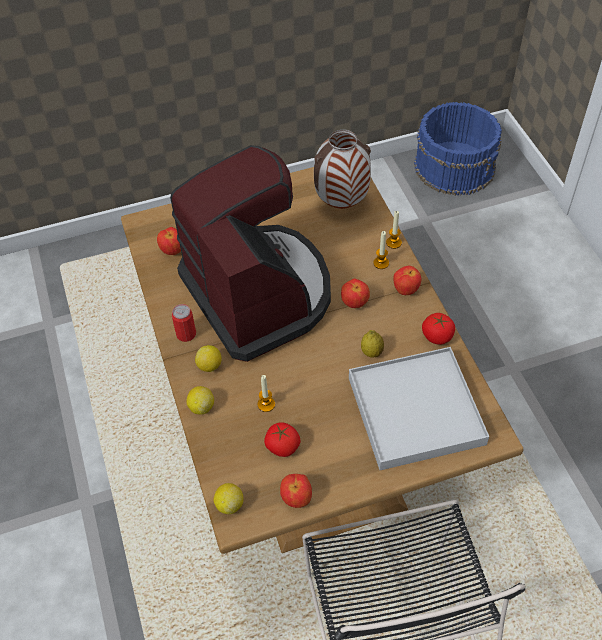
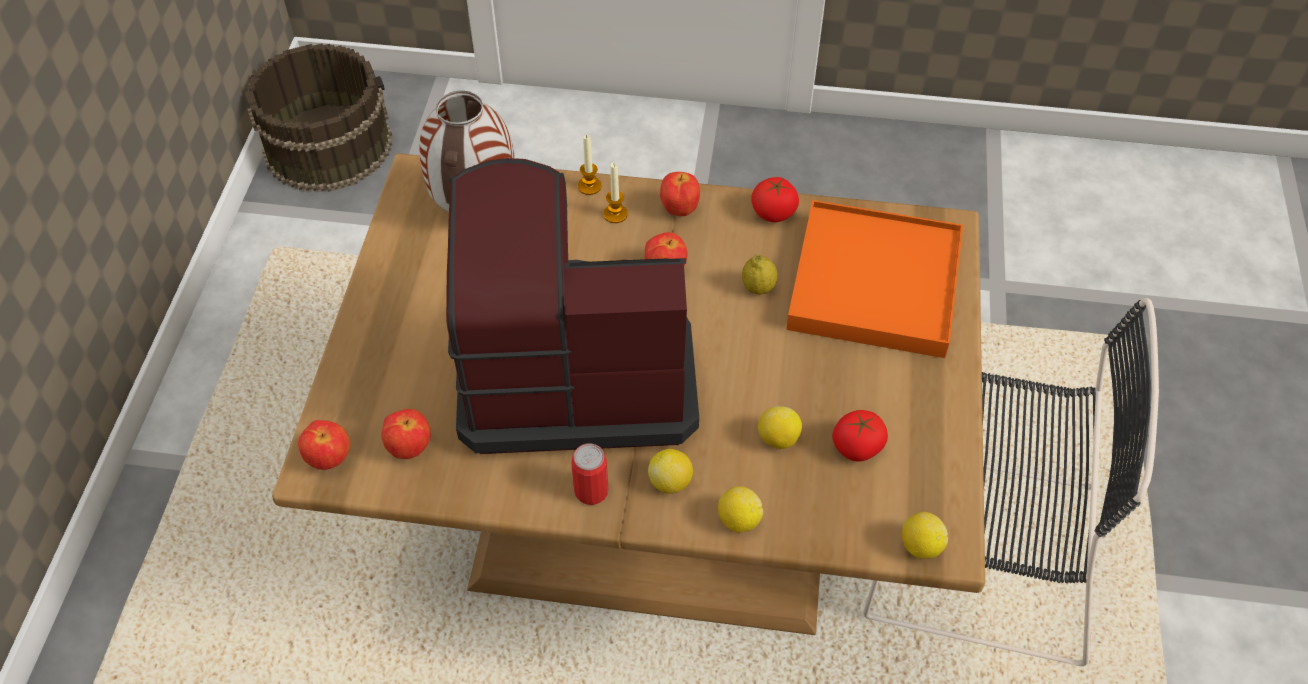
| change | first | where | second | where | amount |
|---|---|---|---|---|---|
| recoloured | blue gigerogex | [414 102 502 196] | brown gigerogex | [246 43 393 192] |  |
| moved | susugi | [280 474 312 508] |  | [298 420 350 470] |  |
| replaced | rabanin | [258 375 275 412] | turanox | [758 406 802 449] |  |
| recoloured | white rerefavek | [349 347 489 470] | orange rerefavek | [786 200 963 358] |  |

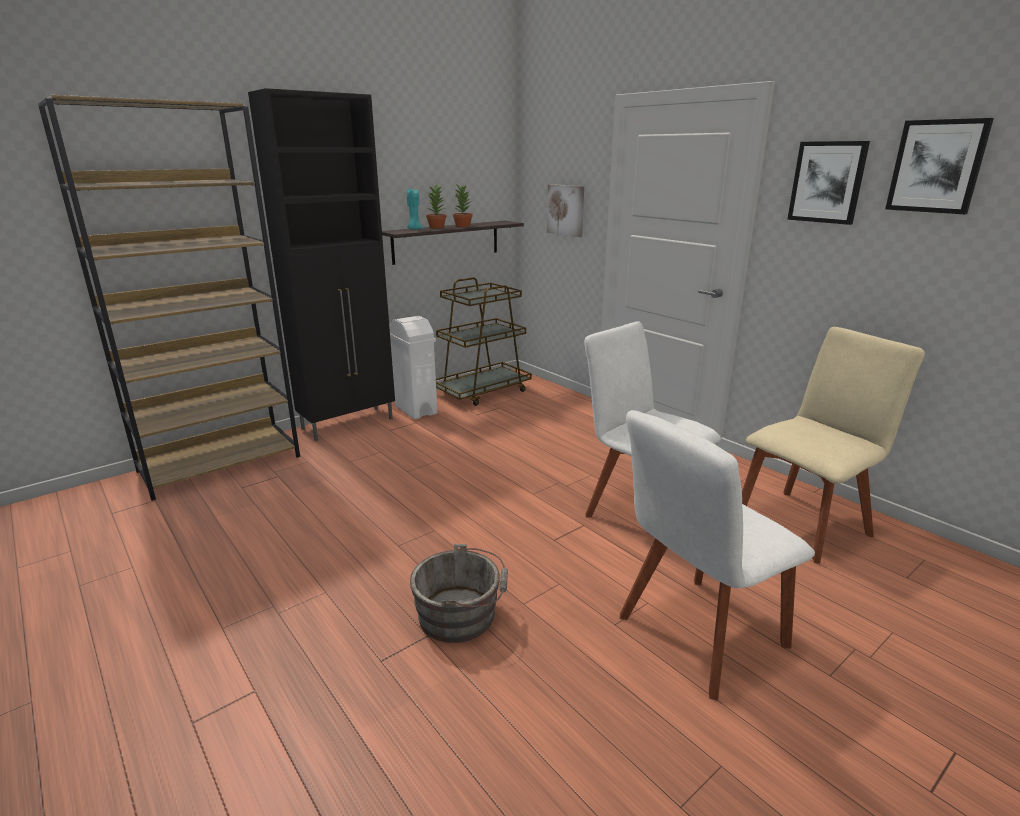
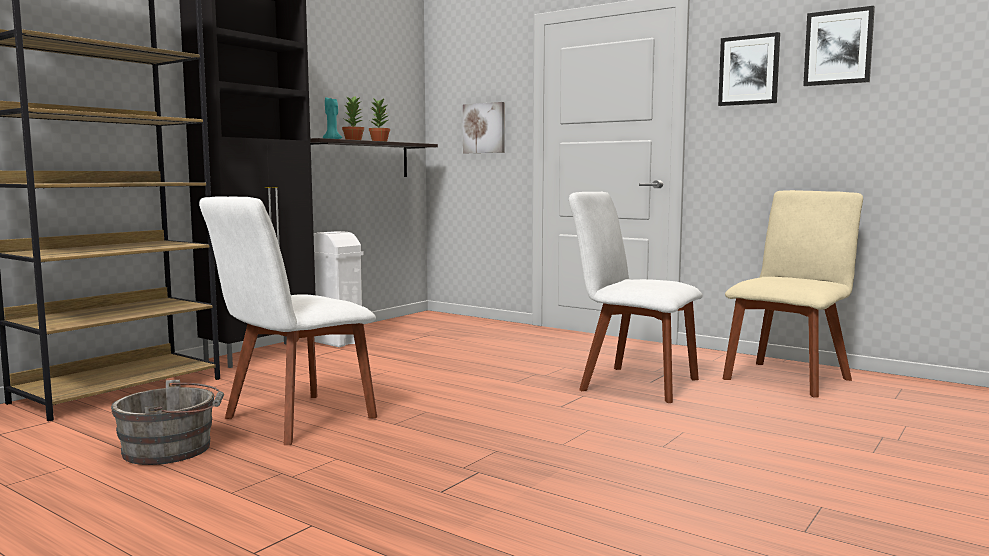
| change | first | where | second | where | amount |
|---|---|---|---|---|---|
| moved | grey gigerogex | [410 544 508 643] |  | [111 380 224 465] |  |
| moved | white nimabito | [620 410 815 701] |  | [199 196 377 445] |  |
| removed | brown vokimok | [436 277 532 406] |  |  |  |

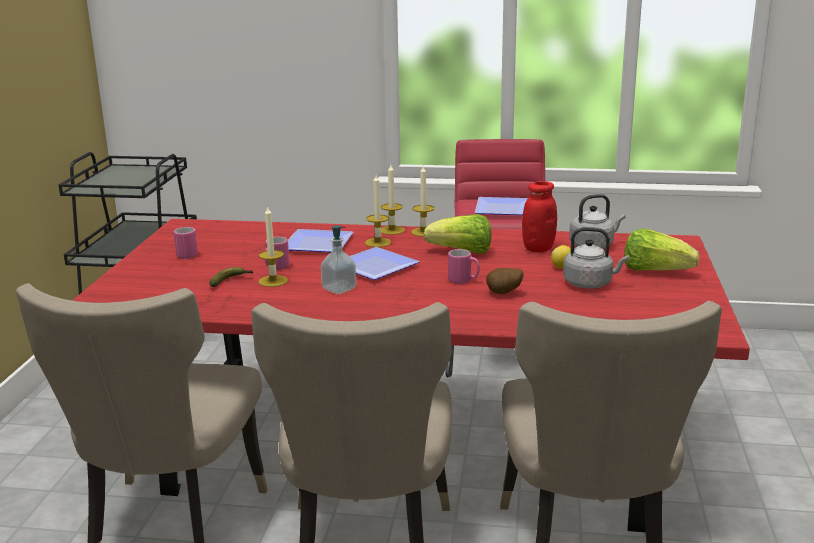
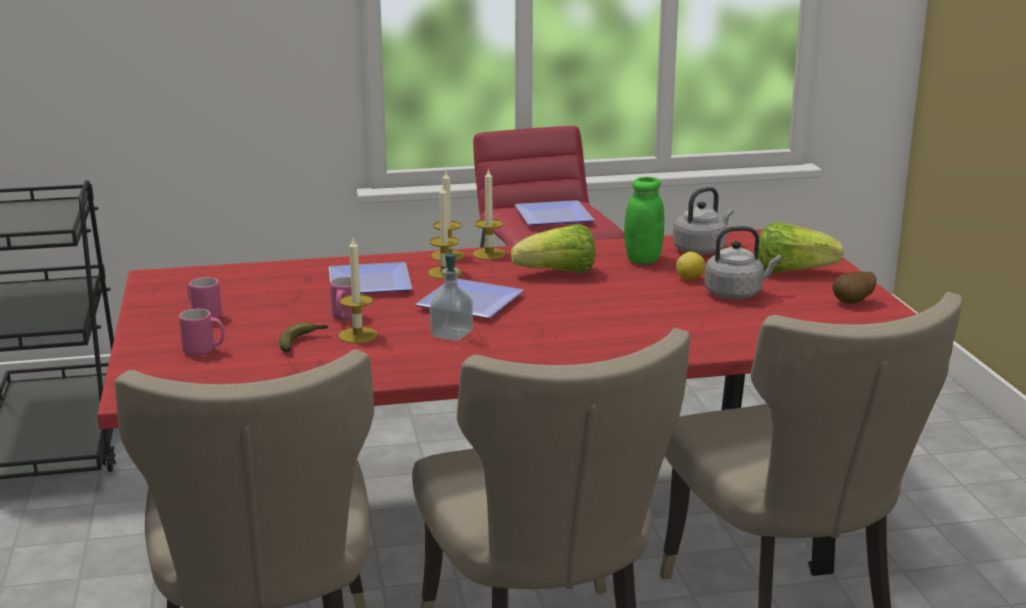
| change | first | where | second | where | amount |
|---|---|---|---|---|---|
| moved | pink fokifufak | [448 249 480 284] |  | [179 309 225 356] |  |
| recoloured | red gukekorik | [522 181 557 252] | green gukekorik | [624 177 664 264] |  |
| moved | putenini | [486 268 524 294] |  | [833 272 876 304] |  |

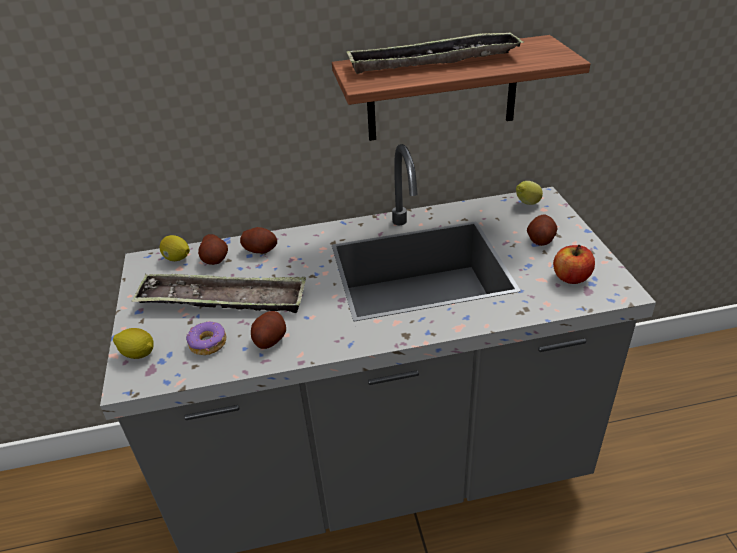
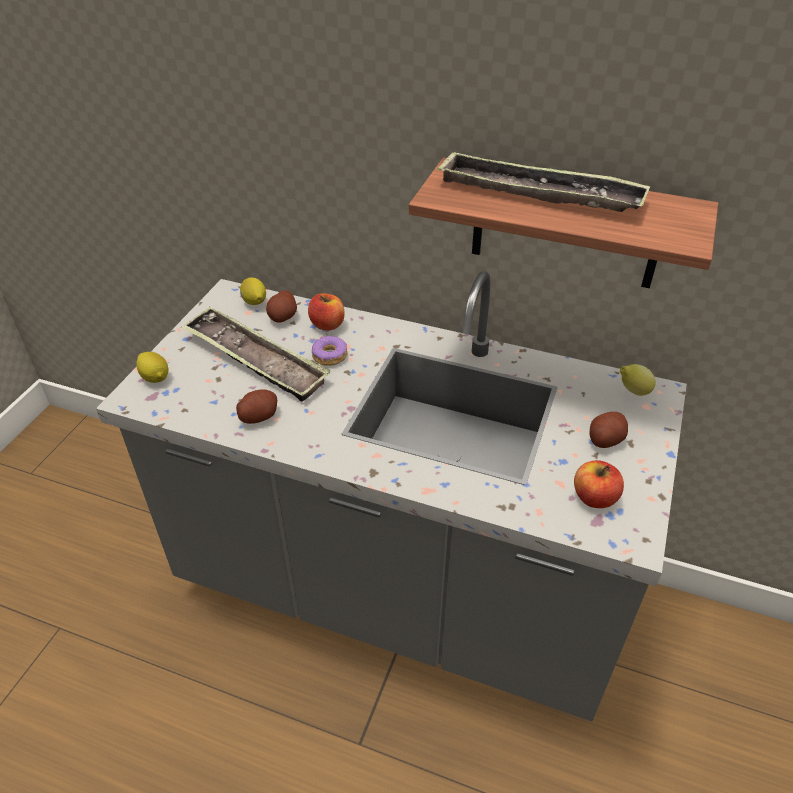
| change | first | where | second | where | amount |
|---|---|---|---|---|---|
| replaced | putenini | [240 227 277 253] | susugi | [308 293 345 331] |  |
| moved | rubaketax | [186 322 226 355] |  | [312 336 347 366] |  |

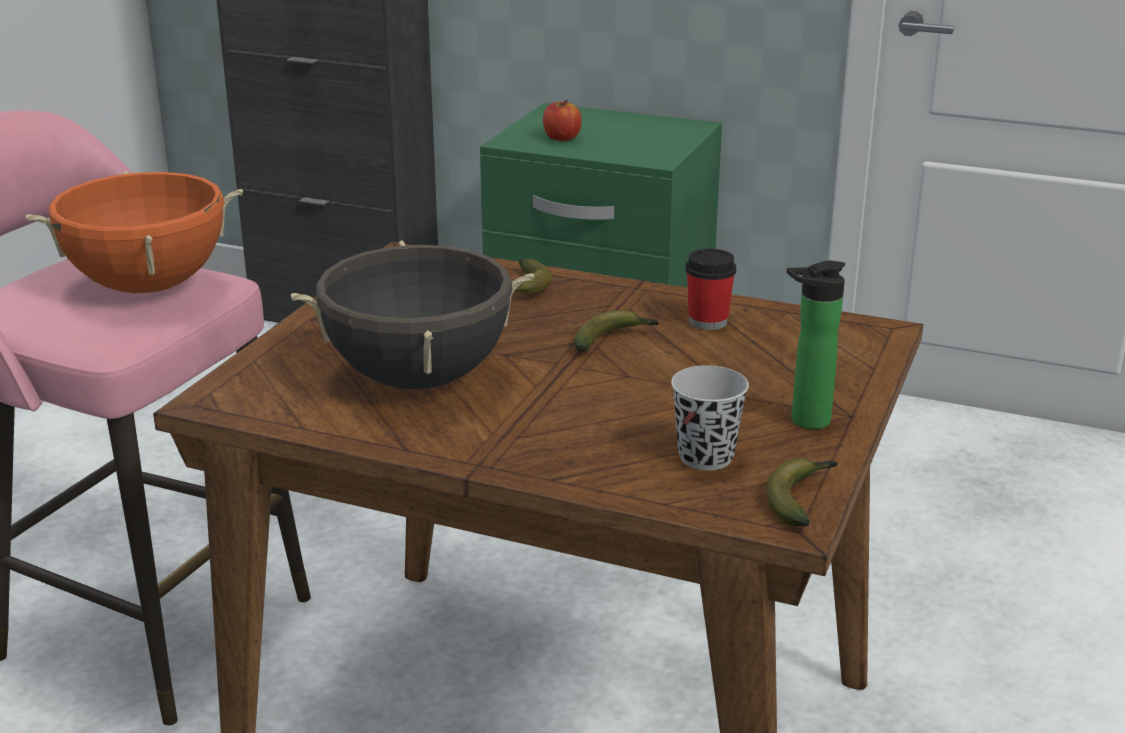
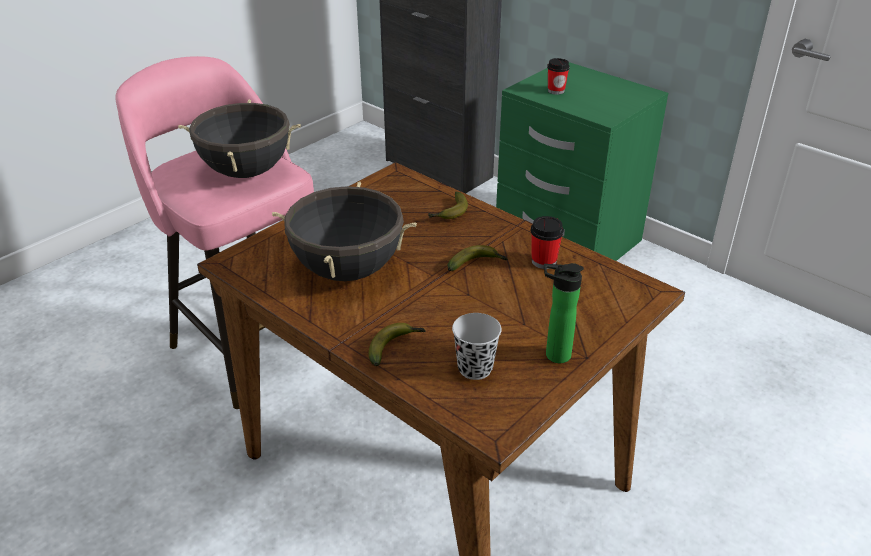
| change | first | where | second | where | amount |
|---|---|---|---|---|---|
| recoloured | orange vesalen | [26 170 243 293] | black vesalen | [178 99 301 178] |  |
| moved | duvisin | [766 458 838 526] |  | [369 323 426 366] |  |
| replaced | susugi | [543 100 582 141] | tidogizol | [547 58 570 95] |  |

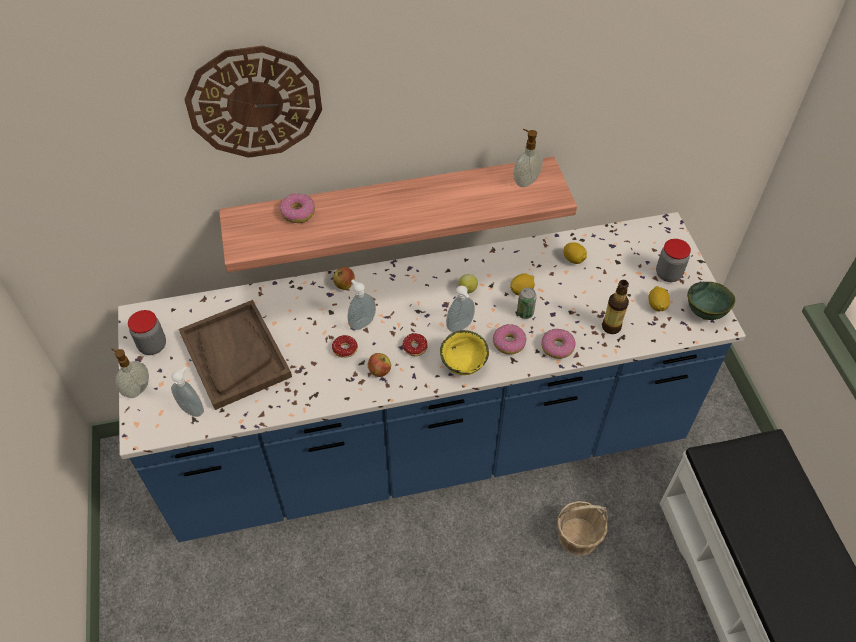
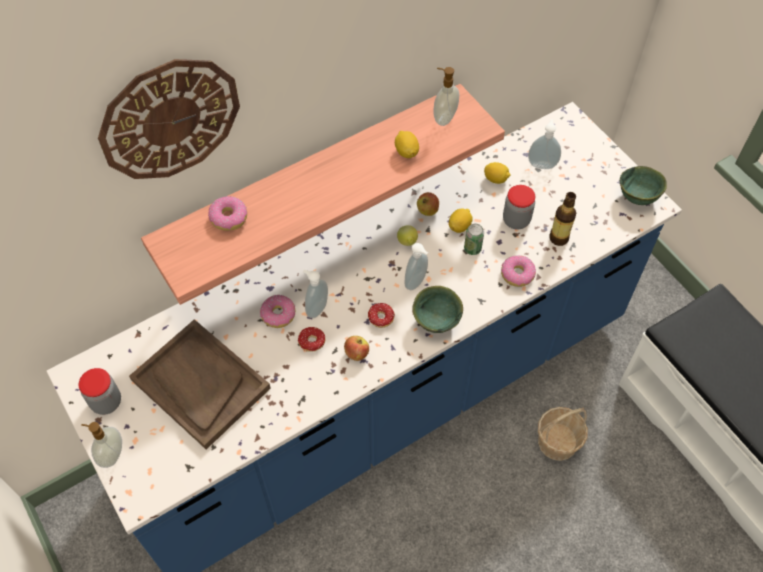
| change | first | where | second | where | amount |
|---|---|---|---|---|---|
| moved | rubaketax | [493 324 527 355] |  | [260 295 295 328] |  |
| moved | turanox | [648 286 670 312] |  | [395 131 419 158] |  |
| recoloured | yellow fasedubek | [440 330 489 375] | green fasedubek | [412 286 463 333] |  |
| moved | susugi | [333 267 355 290] |  | [417 192 439 216] |  |
| moved | gukekorik | [656 239 691 282] |  | [503 185 536 229] |  |
| moved | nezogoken | [171 366 204 417] |  | [528 119 561 169] |  |

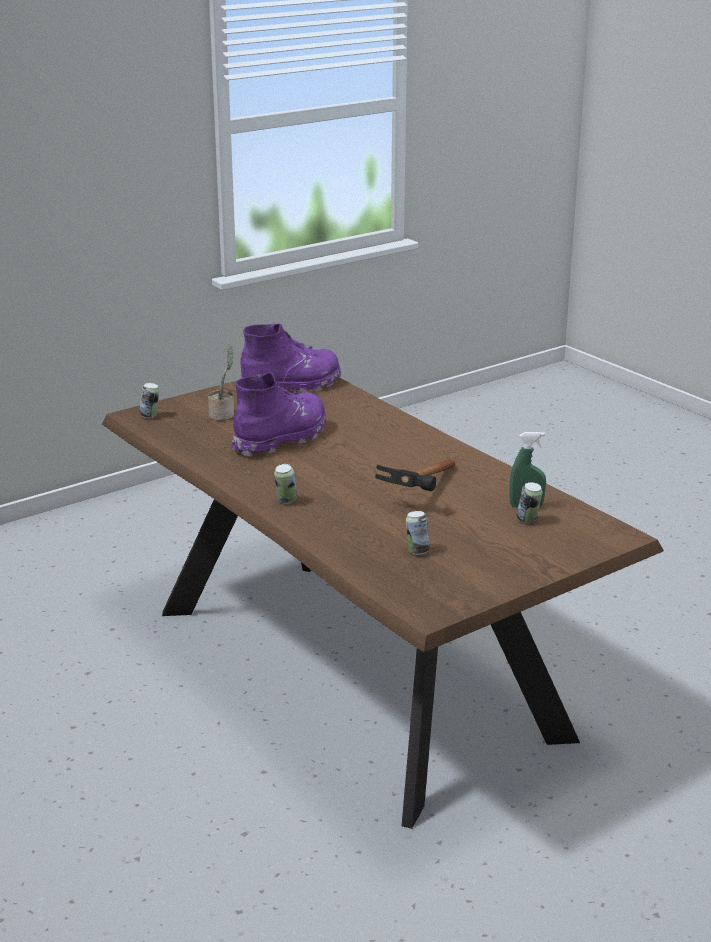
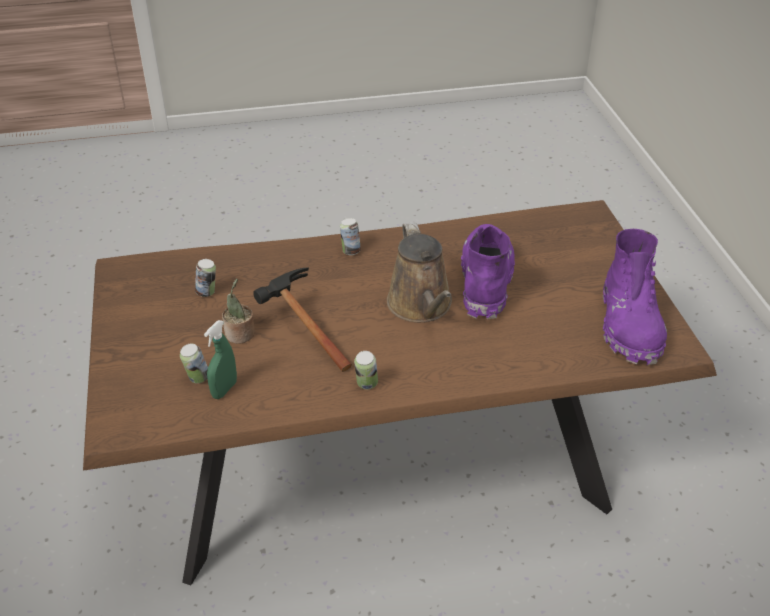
| change | first | where | second | where | amount |
|---|---|---|---|---|---|
| moved | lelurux | [207 344 234 421] |  | [222 279 255 343] |  |
| moved | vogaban | [139 383 159 418] |  | [354 351 378 390] |  |
| added |  |  | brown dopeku | [387 222 452 322] |  |
| turned | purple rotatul | [231 372 326 456] |  | [461 224 515 319] | 150 degrees counterclockwise |

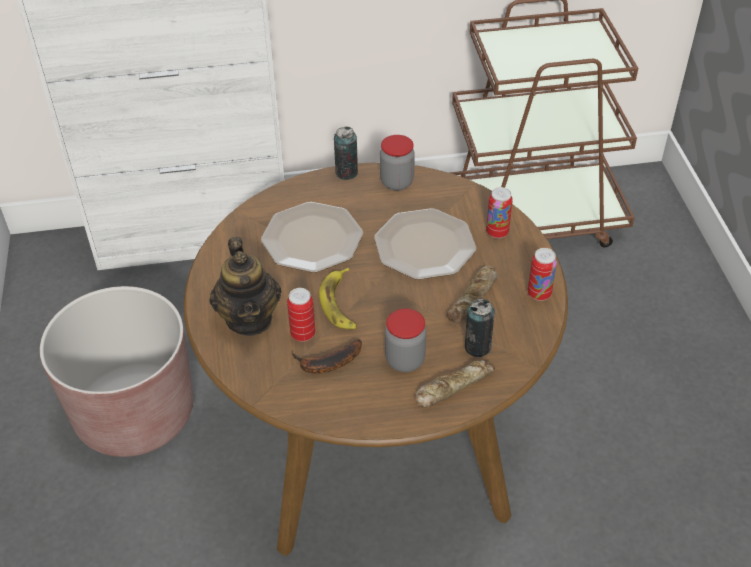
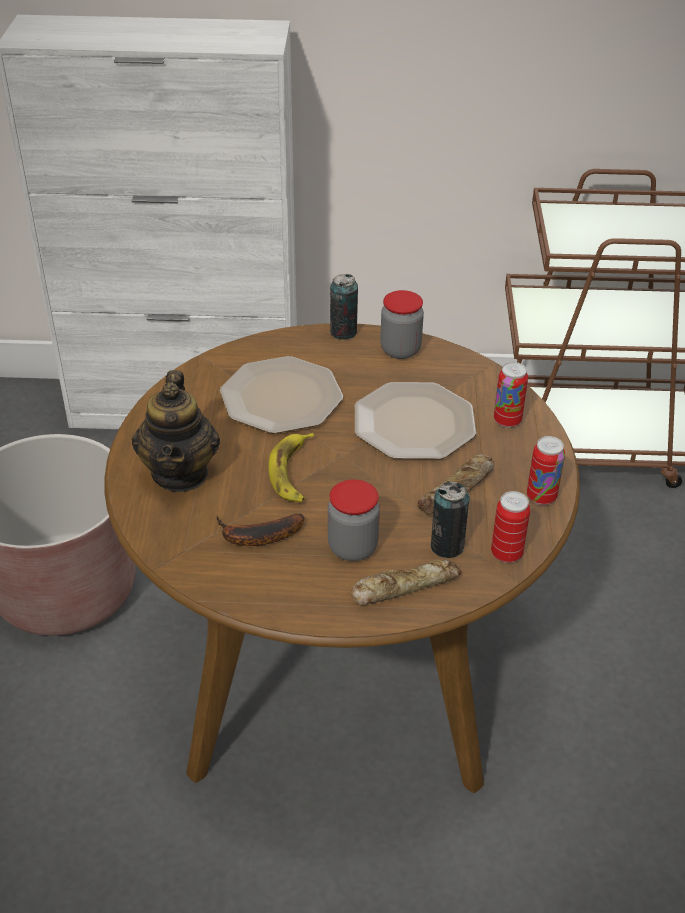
| change | first | where | second | where | amount |
|---|---|---|---|---|---|
| moved | vogaban | [287 288 315 342] |  | [491 491 530 563] |  |

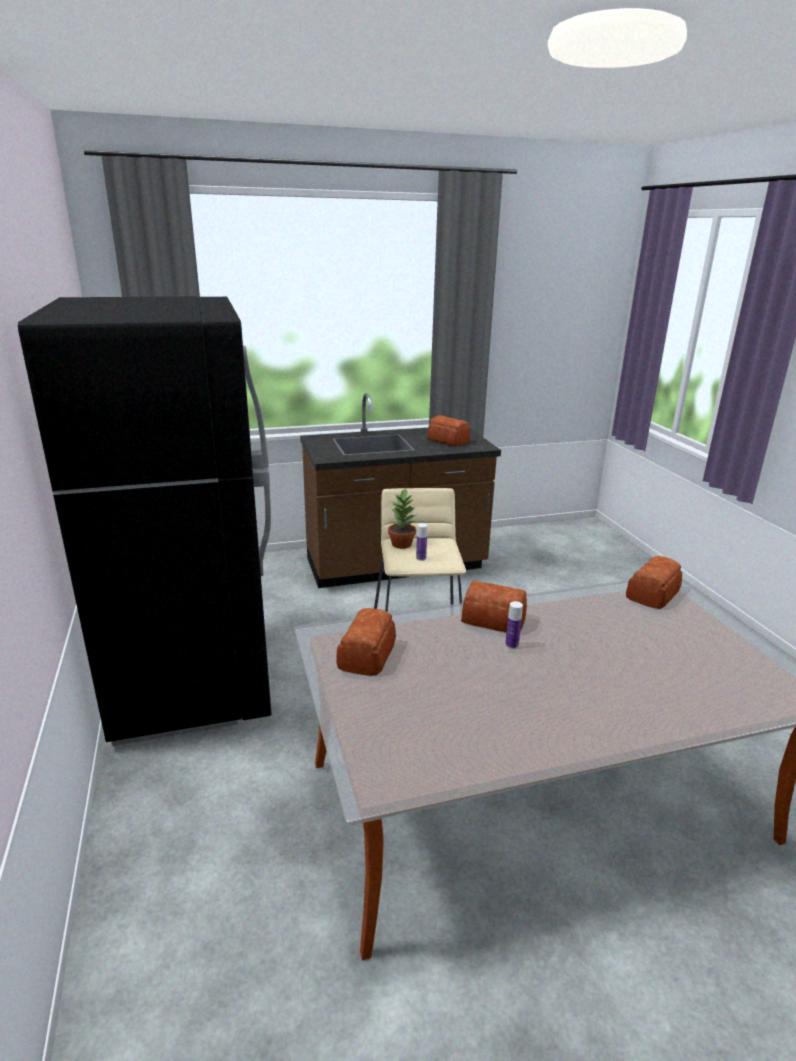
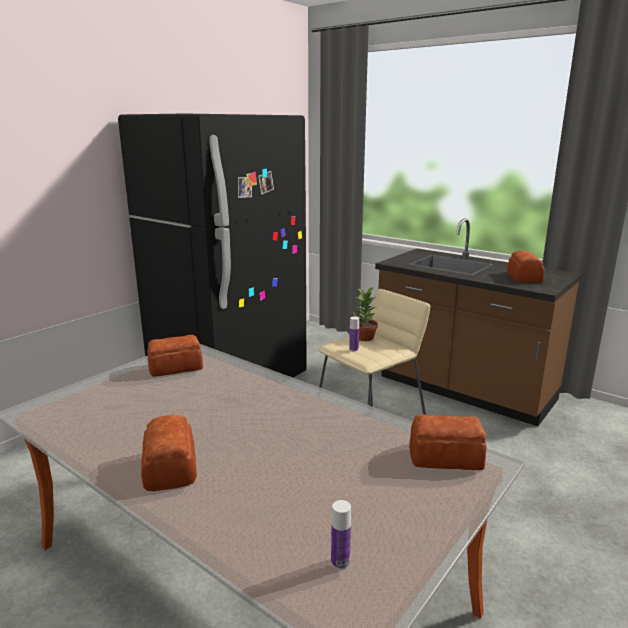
| change | first | where | second | where | amount |
|---|---|---|---|---|---|
| moved | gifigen | [461 580 527 633] |  | [141 415 197 491] |  |
| moved | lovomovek | [505 601 523 649] |  | [331 500 351 570] |  |

